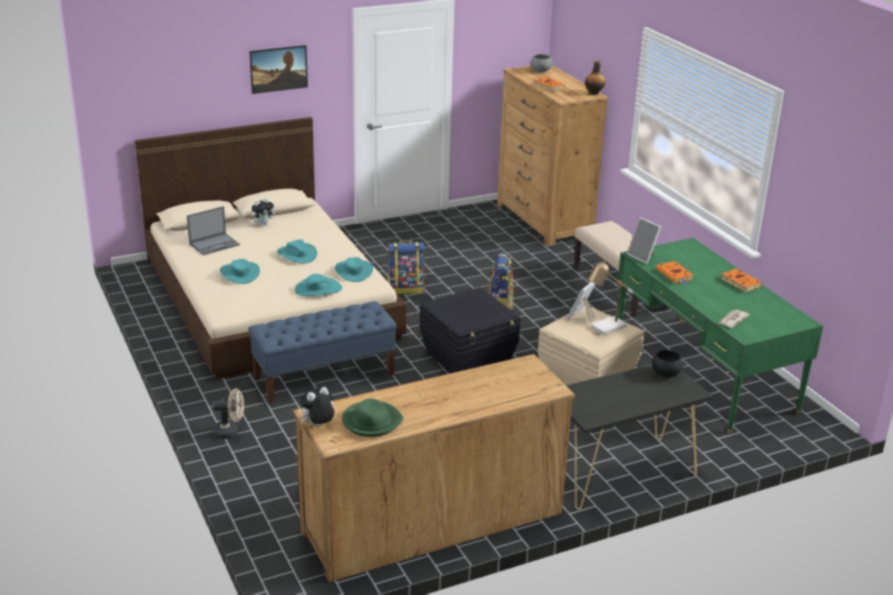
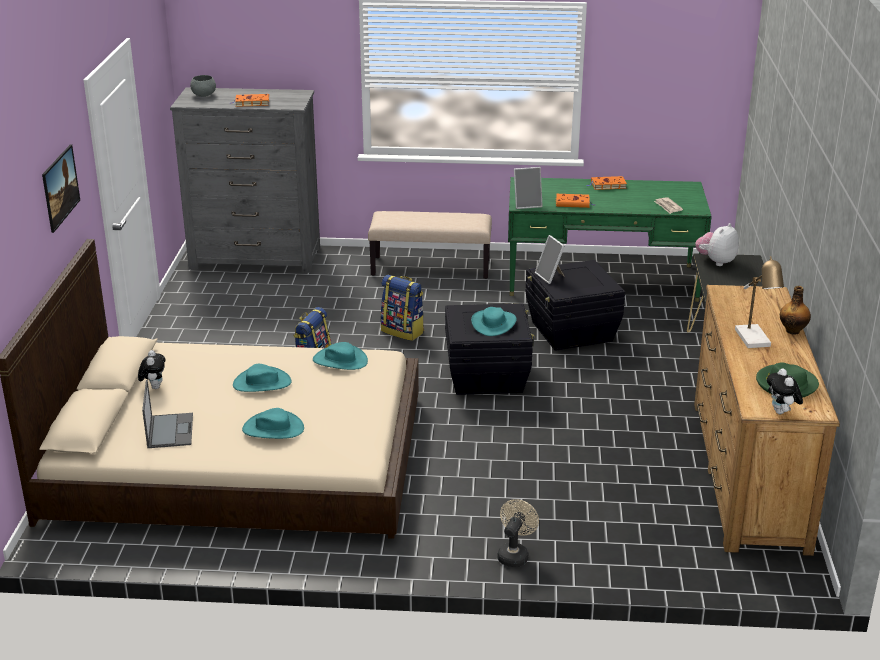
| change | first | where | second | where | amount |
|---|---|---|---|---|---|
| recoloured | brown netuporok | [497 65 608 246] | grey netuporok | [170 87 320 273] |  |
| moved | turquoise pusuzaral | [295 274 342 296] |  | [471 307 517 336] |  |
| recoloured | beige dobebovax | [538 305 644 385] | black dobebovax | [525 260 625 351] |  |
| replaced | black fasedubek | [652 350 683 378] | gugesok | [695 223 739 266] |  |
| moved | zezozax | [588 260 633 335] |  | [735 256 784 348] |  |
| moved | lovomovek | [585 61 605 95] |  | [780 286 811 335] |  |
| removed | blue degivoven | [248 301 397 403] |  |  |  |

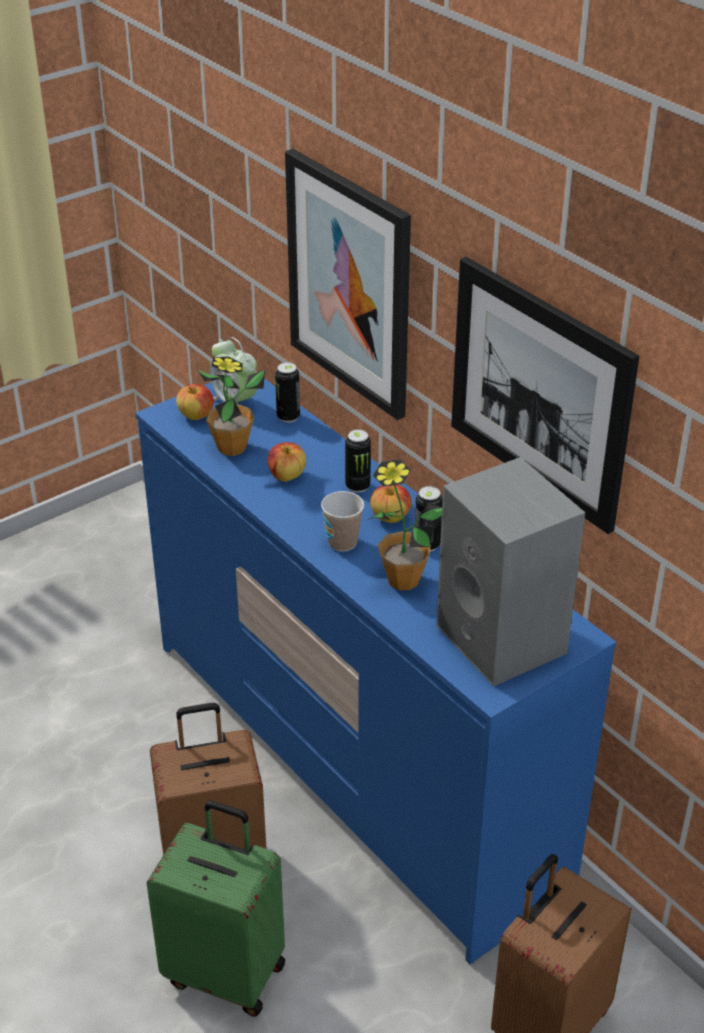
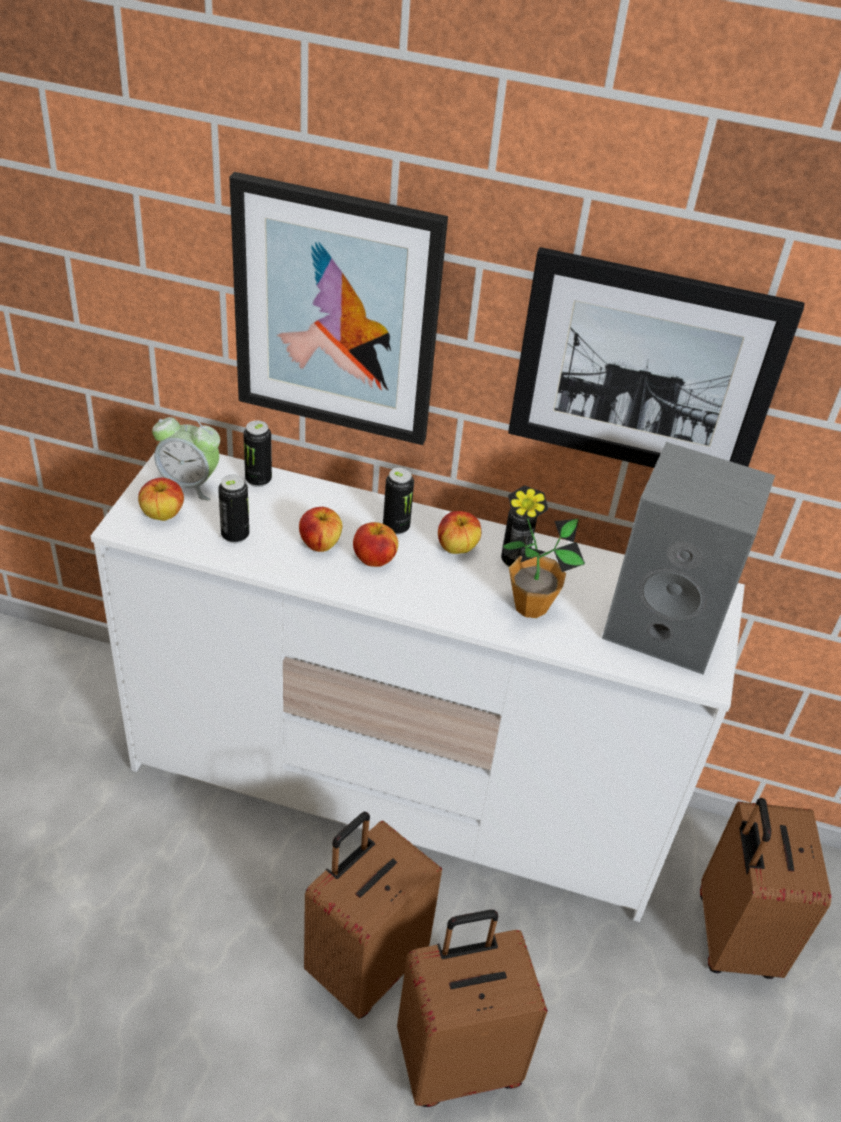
| change | first | where | second | where | amount |
|---|---|---|---|---|---|
| recoloured | blue netuporok | [135 378 616 964] | white netuporok | [90 452 745 922] |  |
| replaced | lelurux | [198 356 265 456] | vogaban | [218 475 249 543] |  |
| added |  |  | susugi | [353 522 398 567] |  |
| recoloured | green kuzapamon | [147 800 285 1017] | brown kuzapamon | [397 910 548 1107] |  |
| removed | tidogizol | [321 491 364 551] |  |  |  |

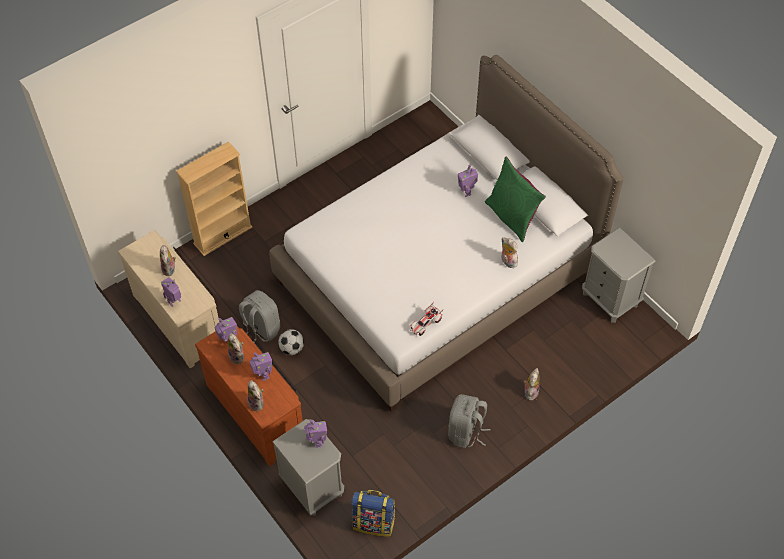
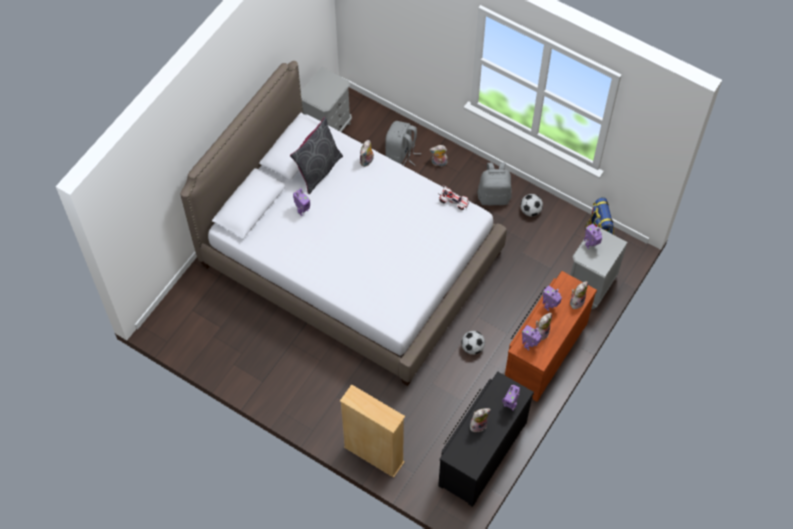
| change | first | where | second | where | amount |
|---|---|---|---|---|---|
| recoloured | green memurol | [485 156 546 242] | grey memurol | [290 117 343 194] |  |
| moved | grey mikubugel | [239 290 281 343] |  | [385 121 421 166] |  |
| recoloured | beige netuporok | [118 230 219 368] | black netuporok | [438 372 534 507] |  |
| added |  |  | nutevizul | [520 194 543 216] |  |

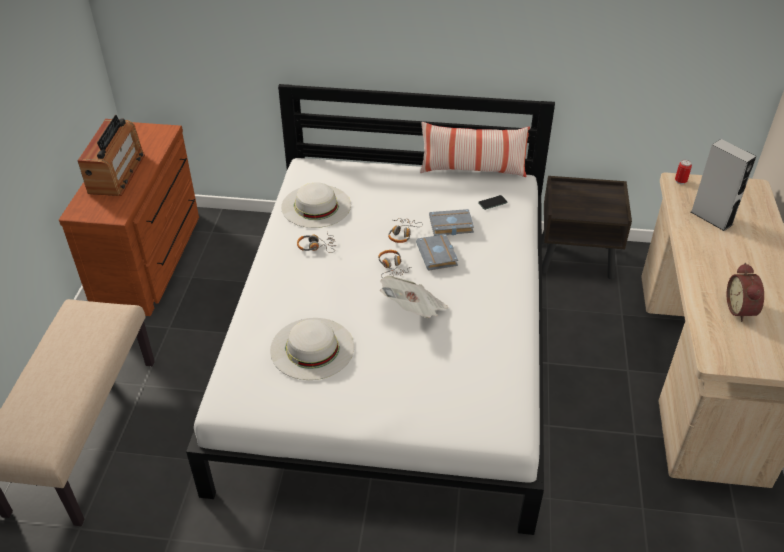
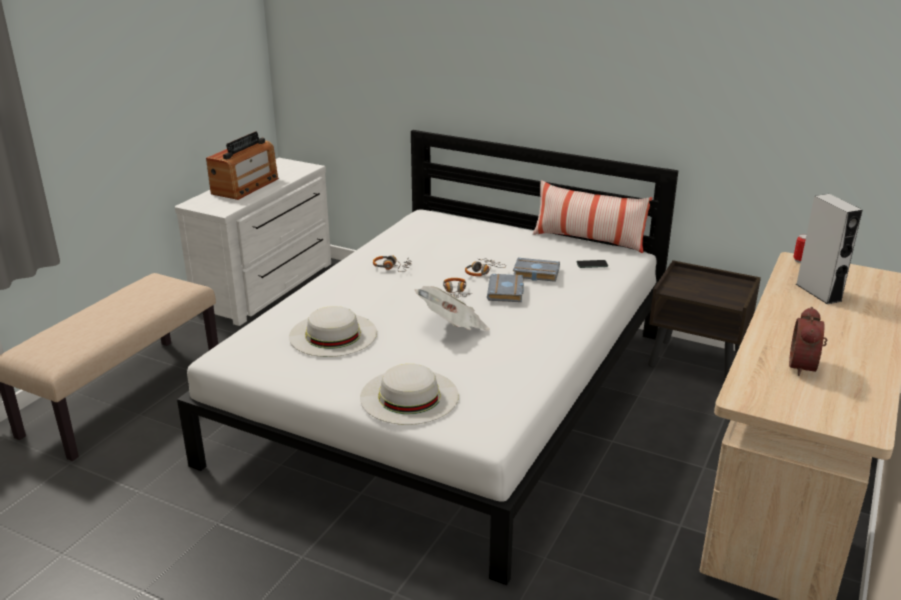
| change | first | where | second | where | amount |
|---|---|---|---|---|---|
| recoloured | brown netuporok | [59 122 199 316] | white netuporok | [175 158 331 326] |  |
| moved | white pusuzaral | [281 182 351 228] |  | [360 364 459 425] |  |

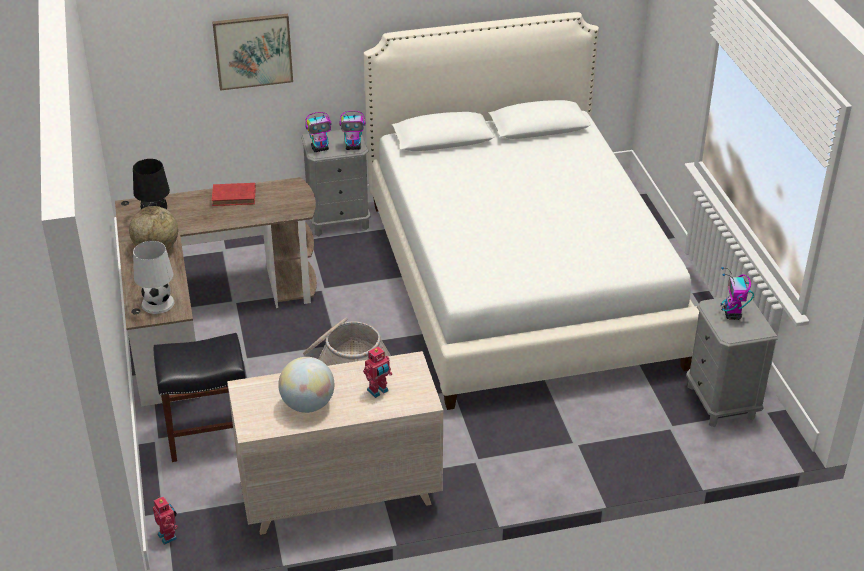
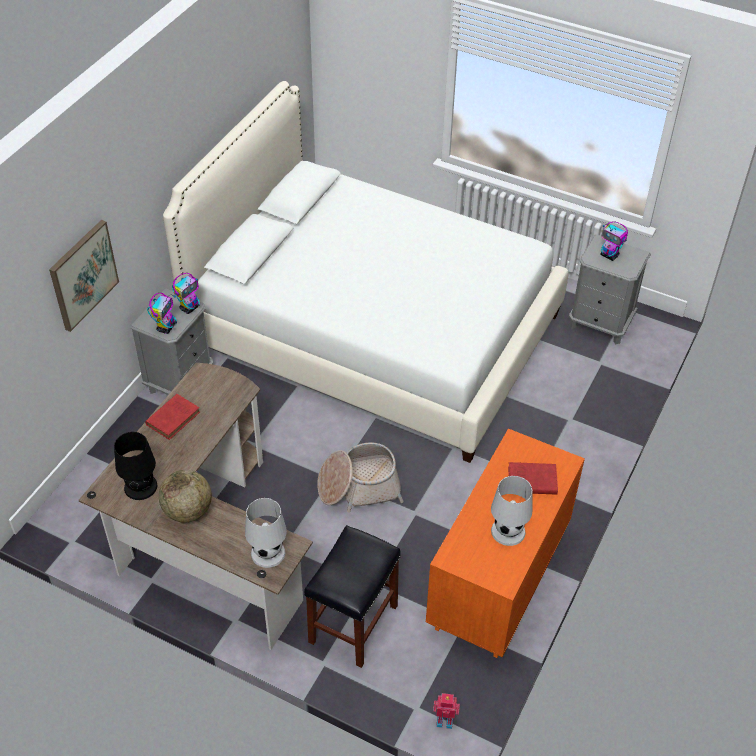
| change | first | where | second | where | amount |
|---|---|---|---|---|---|
| recoloured | beige netuporok | [227 351 443 535] | orange netuporok | [426 429 585 658] |  |
| replaced | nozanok | [278 357 334 413] | white zezozax | [491 476 532 546] |  |
| replaced | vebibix | [363 346 392 398] | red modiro | [508 462 558 495] |  |

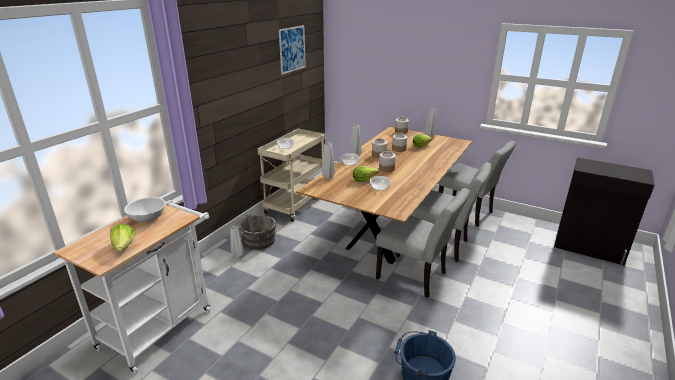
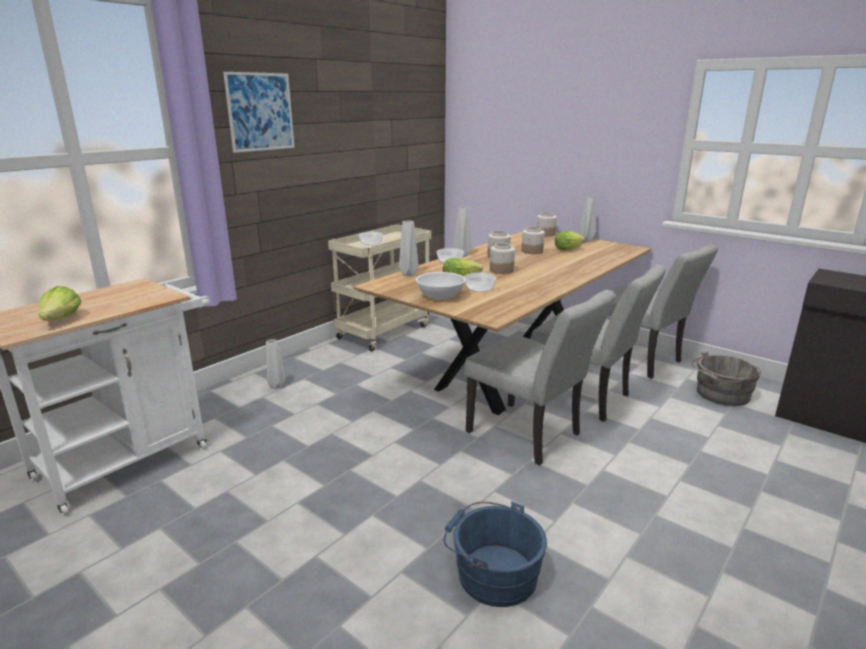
| change | first | where | second | where | amount |
|---|---|---|---|---|---|
| moved | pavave | [279 25 306 75] |  | [223 72 295 153] |  |
| moved | white fasedubek | [124 197 166 222] |  | [416 272 466 299] |  |
| moved | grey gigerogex | [236 214 276 249] |  | [691 351 761 406] |  |

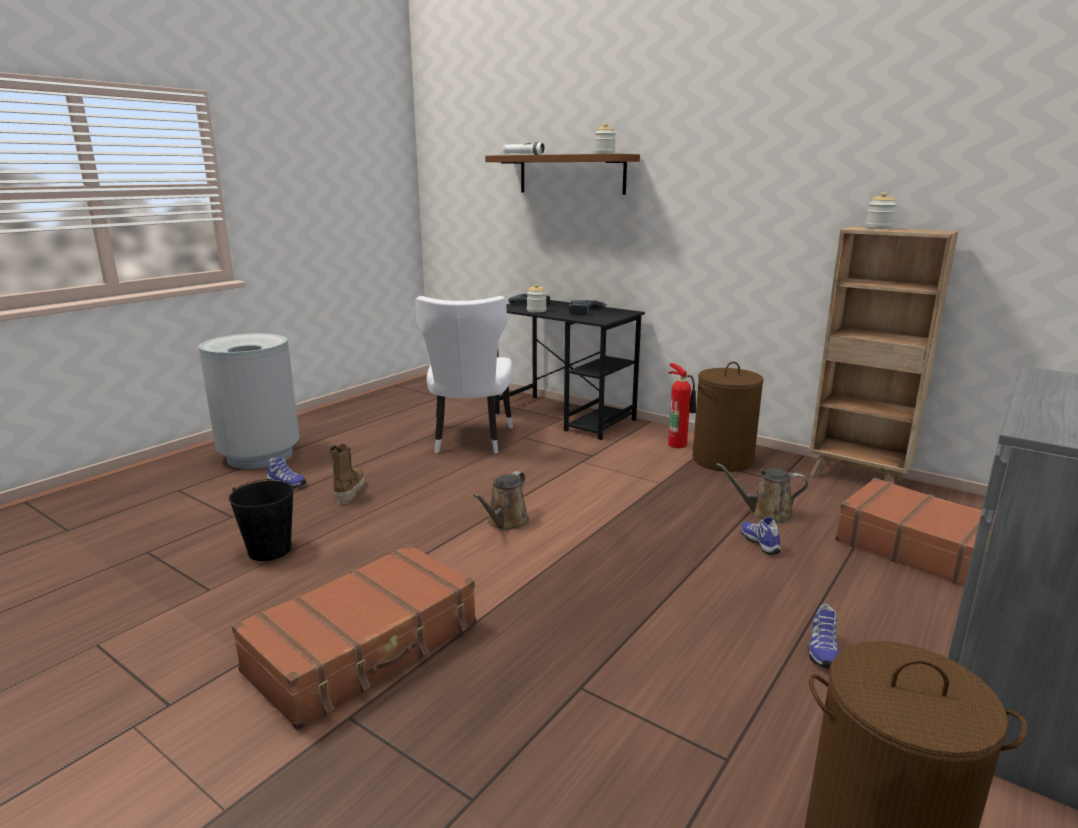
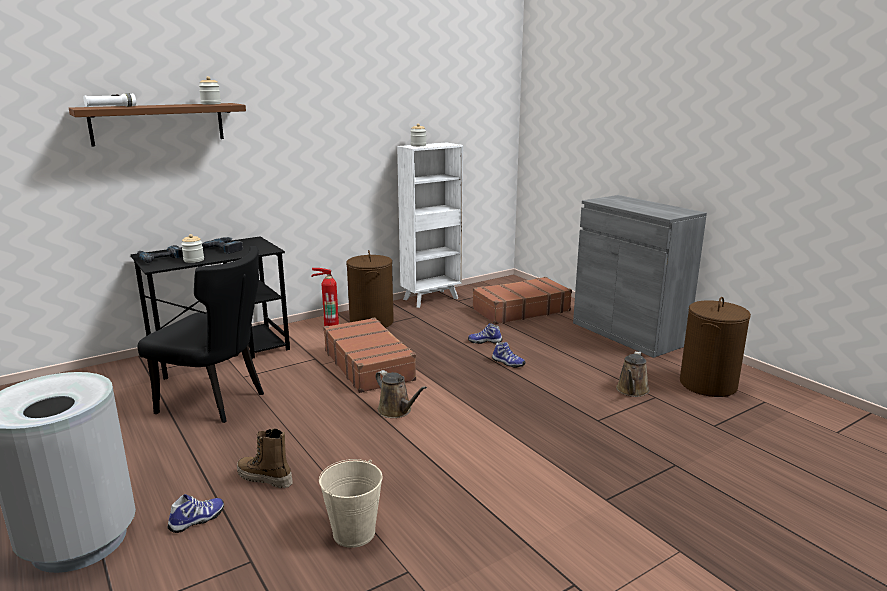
| change | first | where | second | where | amount |
|---|---|---|---|---|---|
| recoloured | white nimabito | [416 296 513 454] | black nimabito | [138 246 264 423] |  |
| recoloured | black gigerogex | [229 479 294 561] | beige gigerogex | [319 459 382 548] |  |
| moved | brown kuzapamon | [232 544 476 731] |  | [323 317 416 393] |  |
| recoloured | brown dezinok | [809 227 958 483] | white dezinok | [397 143 463 308] |  |
| moved | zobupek | [808 604 839 669] |  | [492 342 525 368] |  |
| moved | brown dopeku | [716 463 808 523] |  | [616 351 650 397] |  |

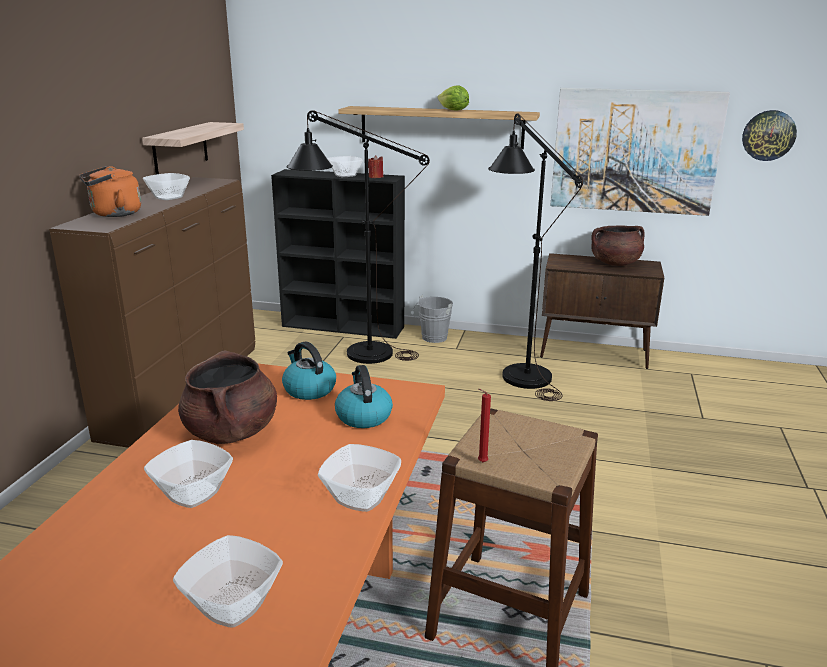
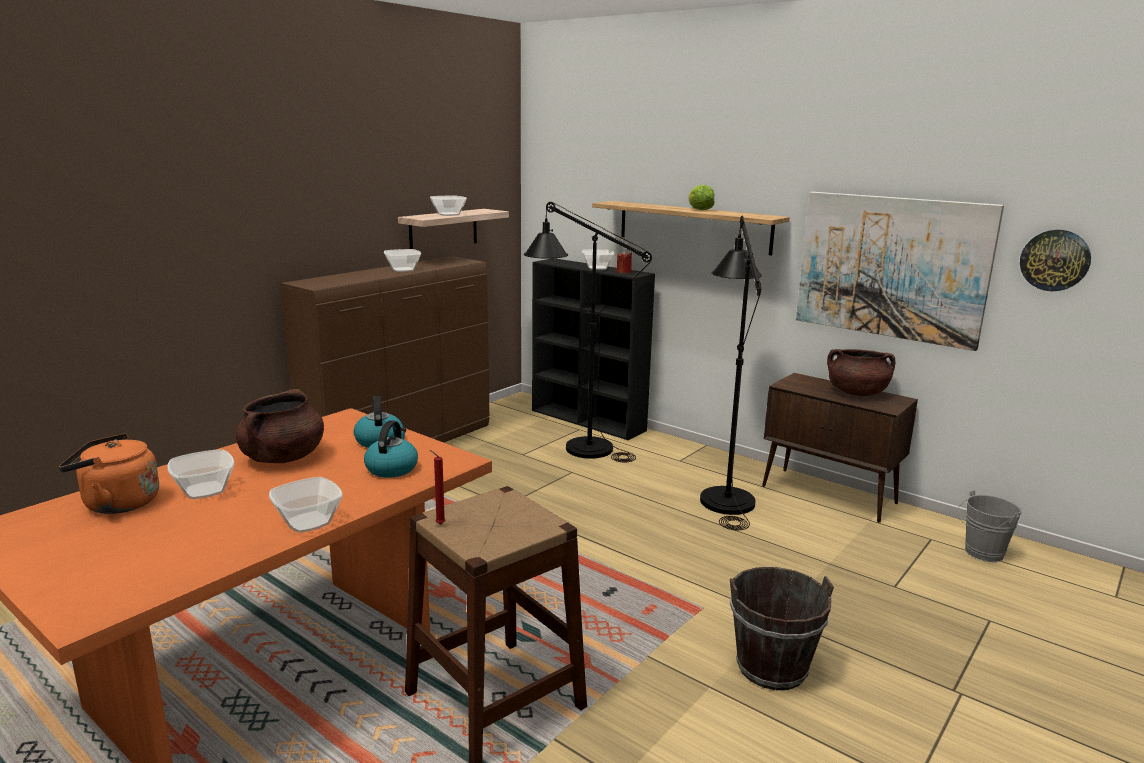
| change | first | where | second | where | amount |
|---|---|---|---|---|---|
| moved | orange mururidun | [79 166 141 217] |  | [59 433 159 514] |  |
| moved | fasedubek | [173 535 283 628] |  | [430 195 467 216] |  |
| added |  |  | brown gigerogex | [730 567 834 690] |  |
| moved | grey gigerogex | [412 295 453 343] |  | [956 490 1022 562] |  |

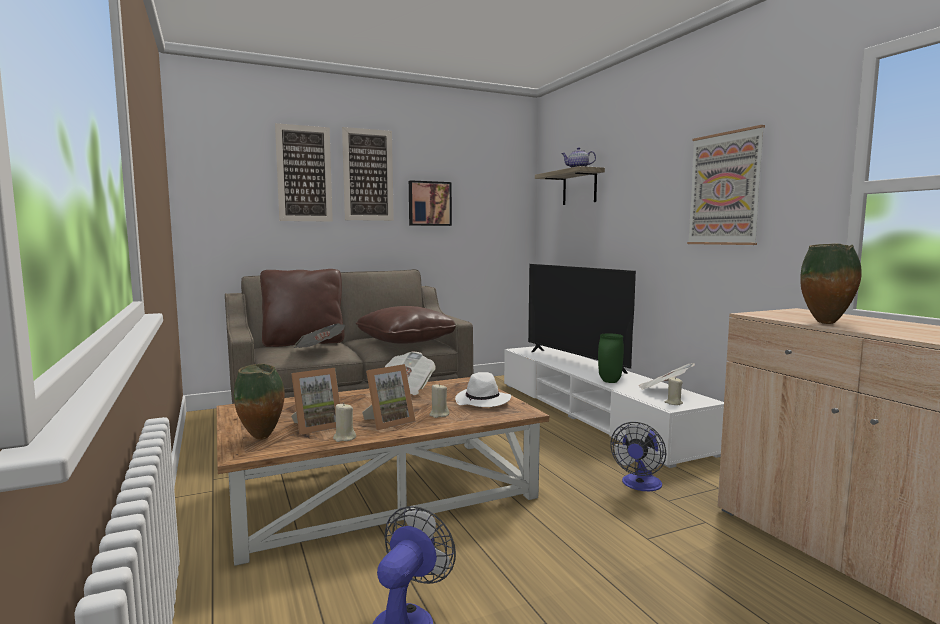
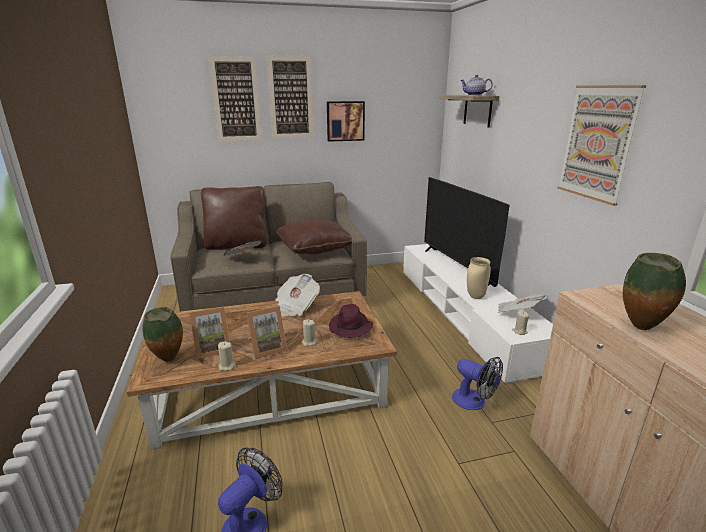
| change | first | where | second | where | amount |
|---|---|---|---|---|---|
| recoloured | white pusuzaral | [455 372 511 407] | purple pusuzaral | [329 304 373 338] |  |
| turned | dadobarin | [610 422 666 491] |  | [452 357 503 410] | 90 degrees counterclockwise |
| recoloured | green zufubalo | [598 333 624 383] | beige zufubalo | [467 257 491 299] |  |

